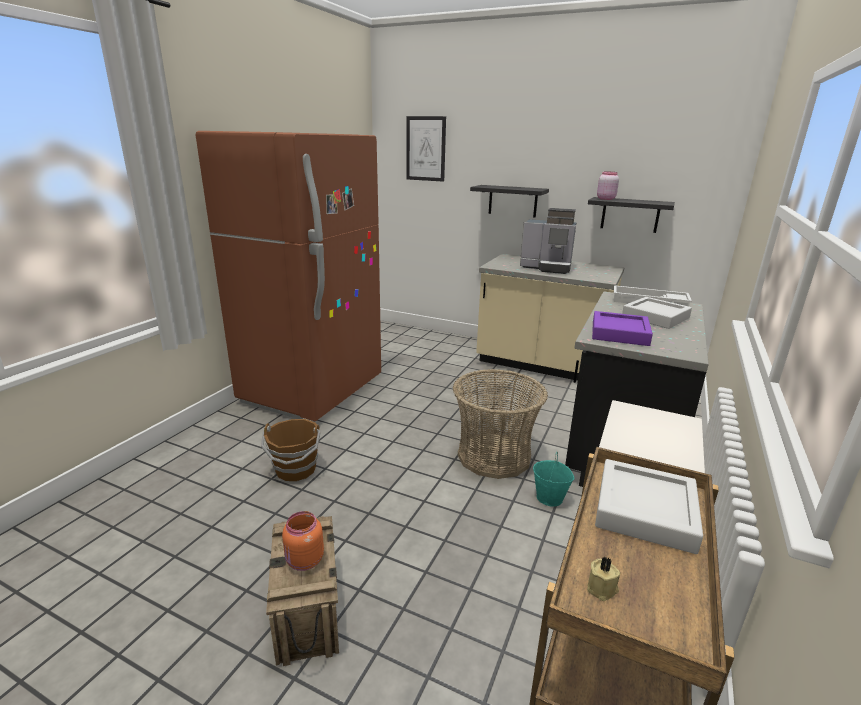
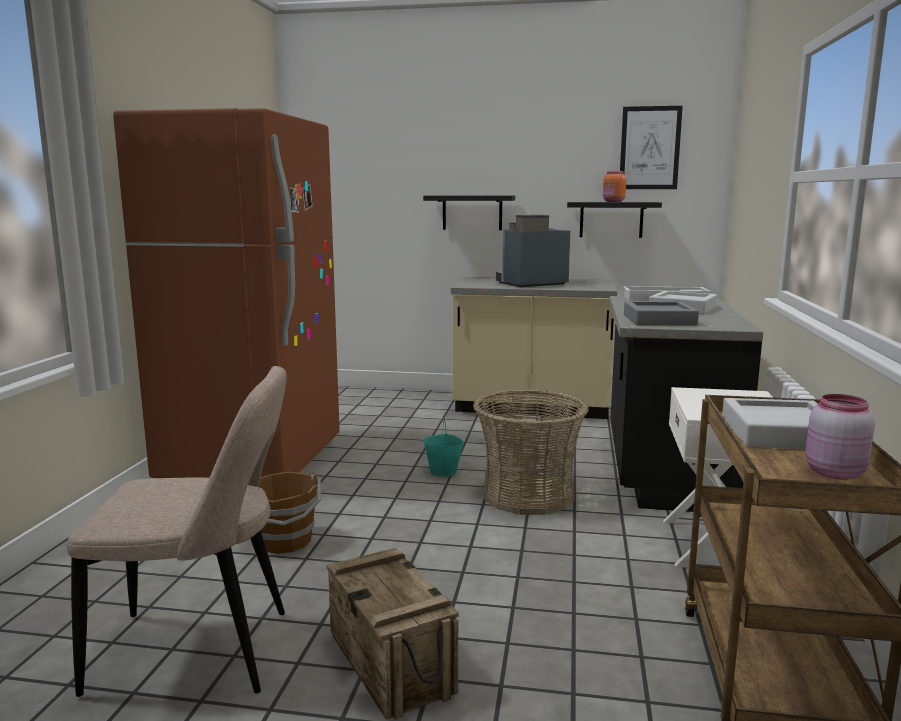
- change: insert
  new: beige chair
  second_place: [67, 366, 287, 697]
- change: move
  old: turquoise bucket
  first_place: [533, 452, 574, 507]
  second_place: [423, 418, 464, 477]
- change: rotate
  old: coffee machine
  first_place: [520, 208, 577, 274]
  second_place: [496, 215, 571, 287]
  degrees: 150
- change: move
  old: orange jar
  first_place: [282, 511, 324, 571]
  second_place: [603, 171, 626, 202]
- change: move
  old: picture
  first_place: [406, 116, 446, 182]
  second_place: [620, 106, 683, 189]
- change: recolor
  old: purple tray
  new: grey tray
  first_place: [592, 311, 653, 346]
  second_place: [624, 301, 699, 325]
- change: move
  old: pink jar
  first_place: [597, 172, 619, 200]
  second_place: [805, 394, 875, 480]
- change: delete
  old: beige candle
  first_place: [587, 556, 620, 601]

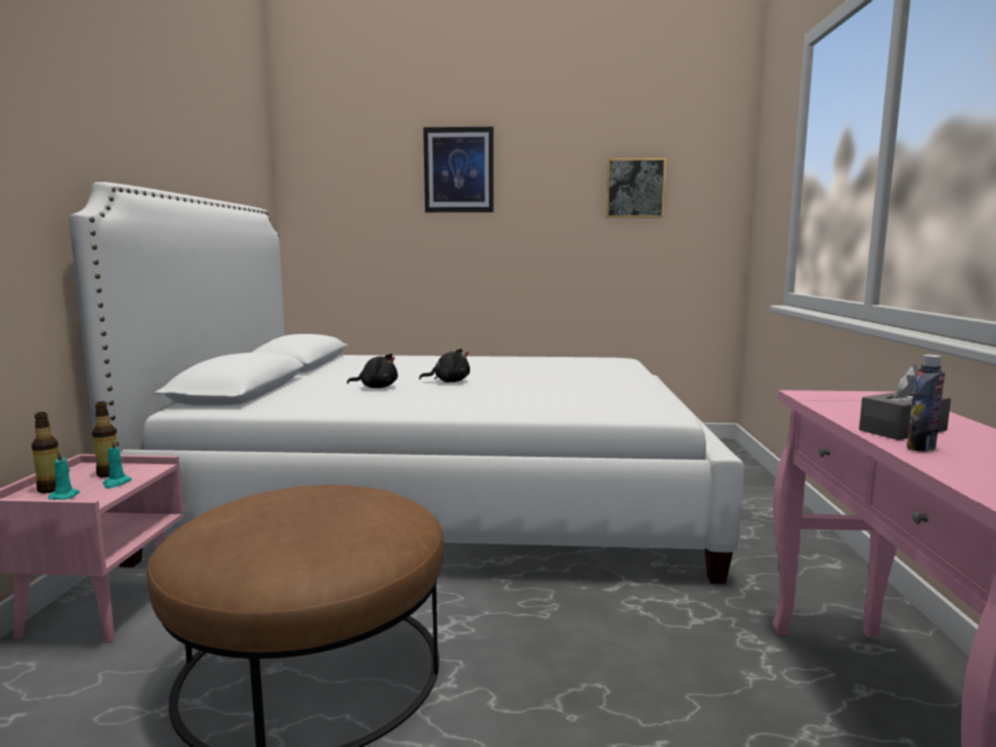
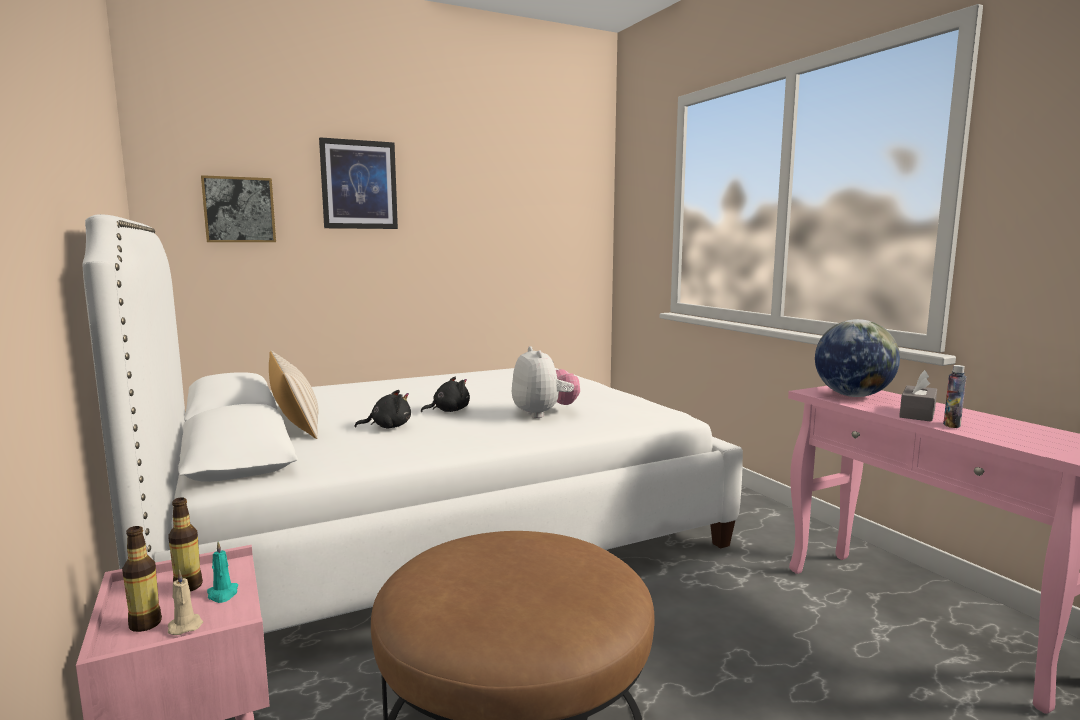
- change: recolor
  old: turquoise candle
  new: beige candle
  first_place: [48, 450, 80, 500]
  second_place: [168, 570, 203, 635]
- change: move
  old: picture
  first_place: [606, 158, 666, 218]
  second_place: [201, 175, 276, 242]
- change: insert
  new: beige pillow
  second_place: [269, 351, 318, 439]
- change: insert
  new: plush toy
  second_place: [512, 346, 580, 418]
- change: insert
  new: globe
  second_place: [815, 319, 900, 397]

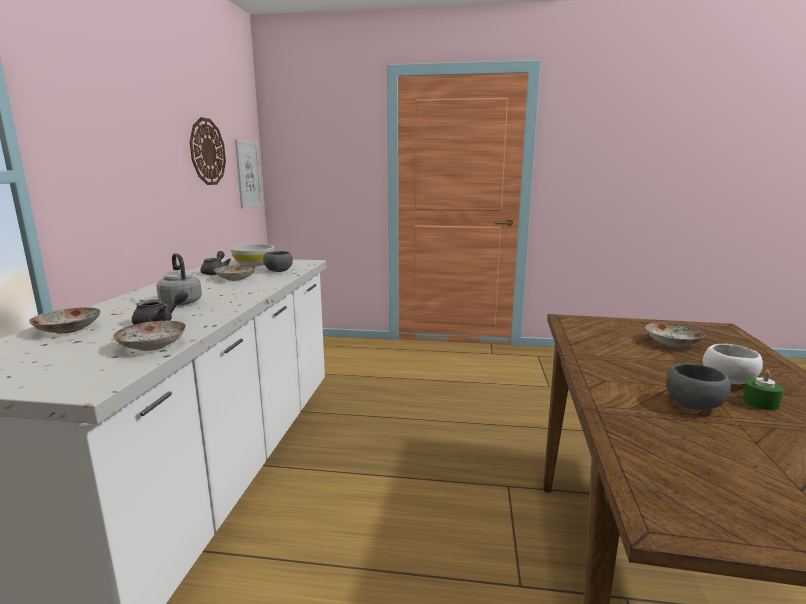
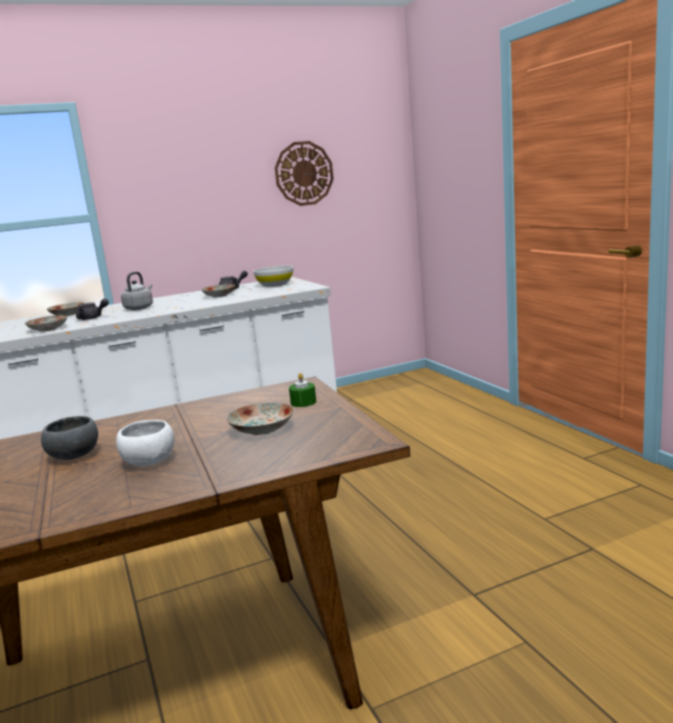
- change: move
  old: green candle
  first_place: [743, 370, 784, 410]
  second_place: [289, 373, 316, 407]
- change: delete
  old: picture
  first_place: [235, 139, 262, 209]
- change: delete
  old: grey bowl
  first_place: [263, 251, 293, 272]

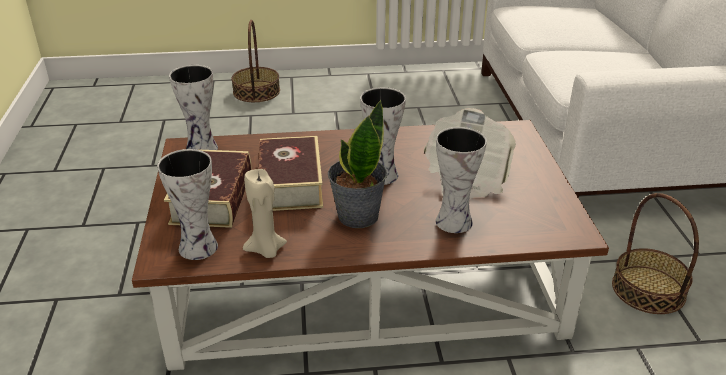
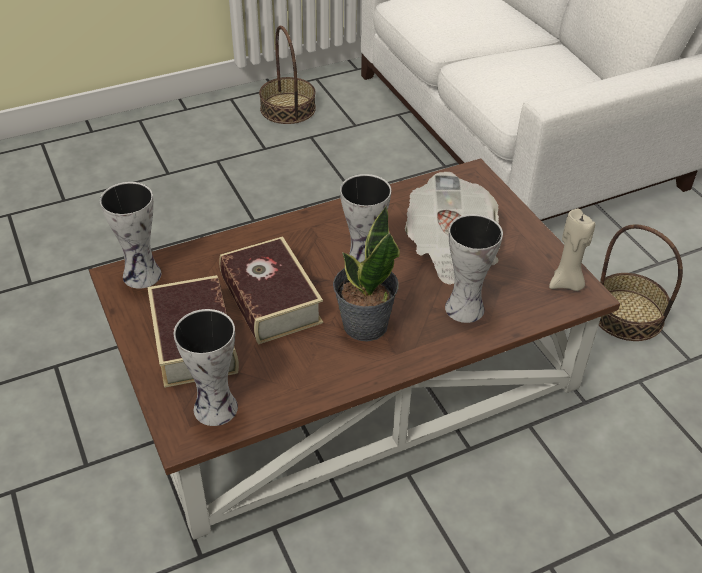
- change: move
  old: basket
  first_place: [231, 20, 280, 102]
  second_place: [259, 26, 316, 124]
- change: move
  old: beige candle
  first_place: [243, 169, 287, 258]
  second_place: [549, 209, 595, 291]

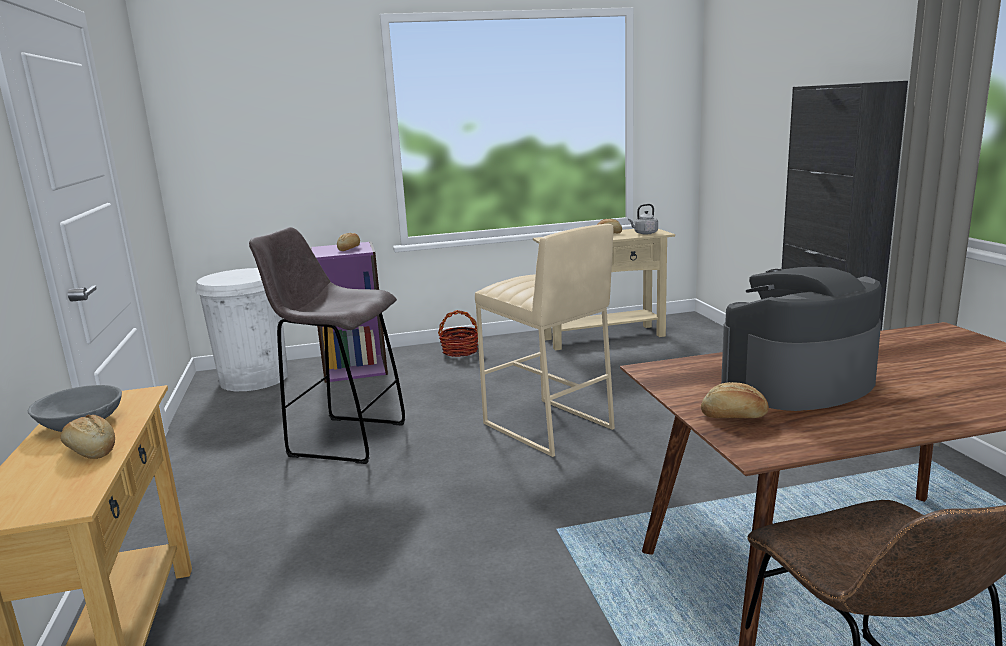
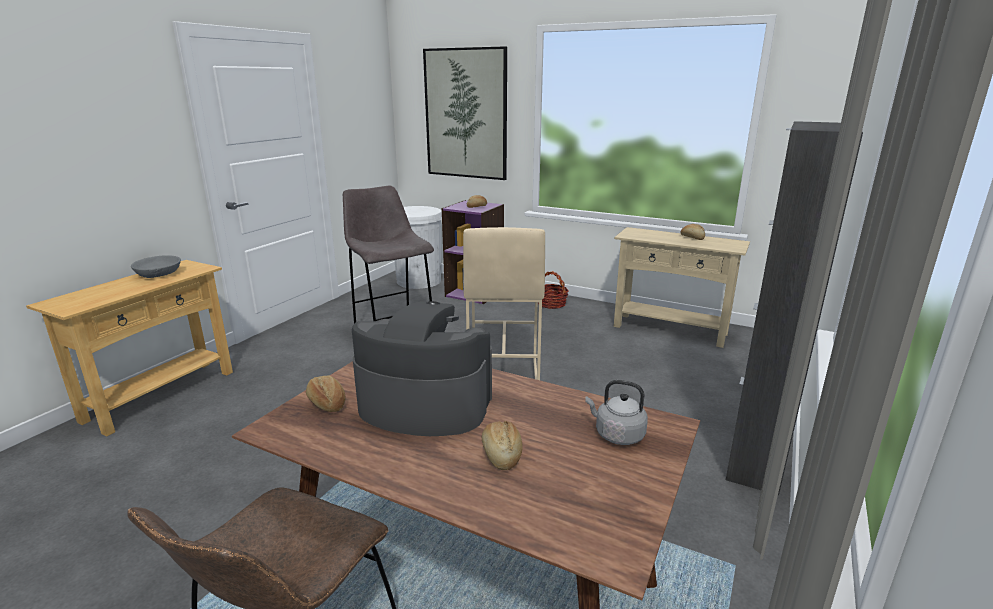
- change: insert
  new: picture
  second_place: [423, 46, 507, 180]
- change: move
  old: bread
  first_place: [60, 415, 115, 459]
  second_place: [482, 421, 523, 470]
- change: move
  old: grey kettle
  first_place: [628, 204, 658, 235]
  second_place: [585, 380, 648, 445]

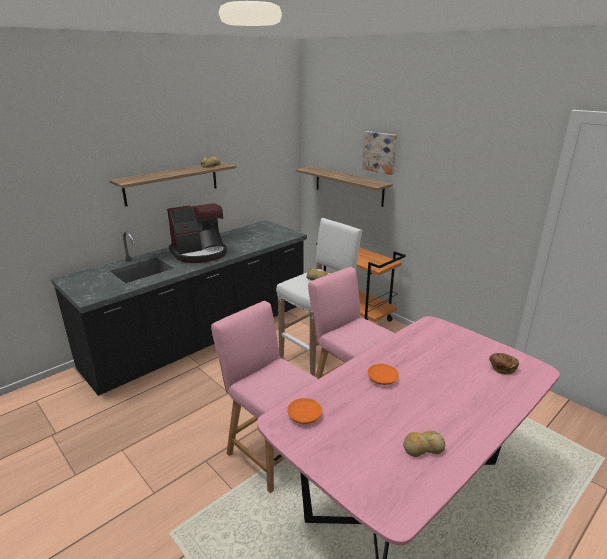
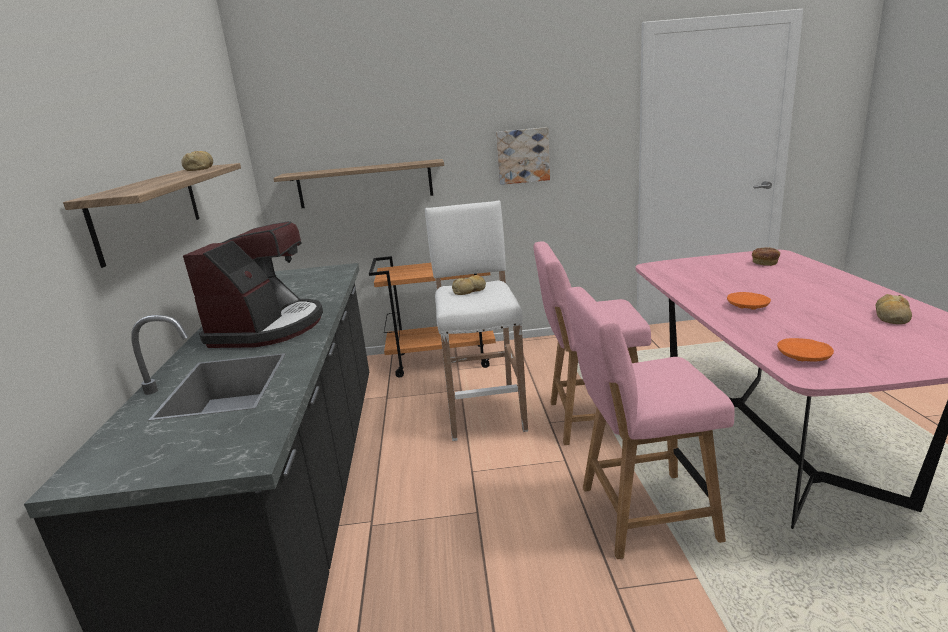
- change: move
  old: picture
  first_place: [362, 131, 397, 175]
  second_place: [496, 127, 550, 185]

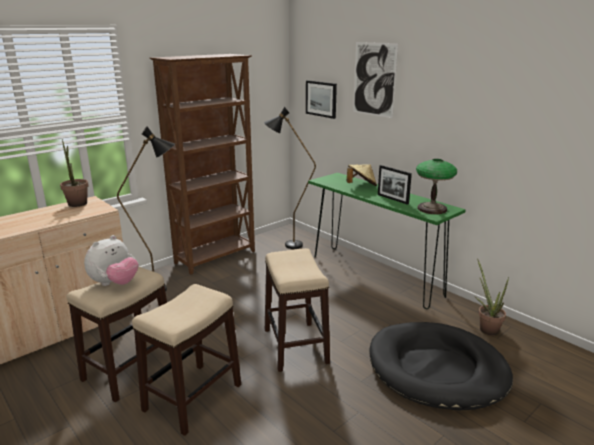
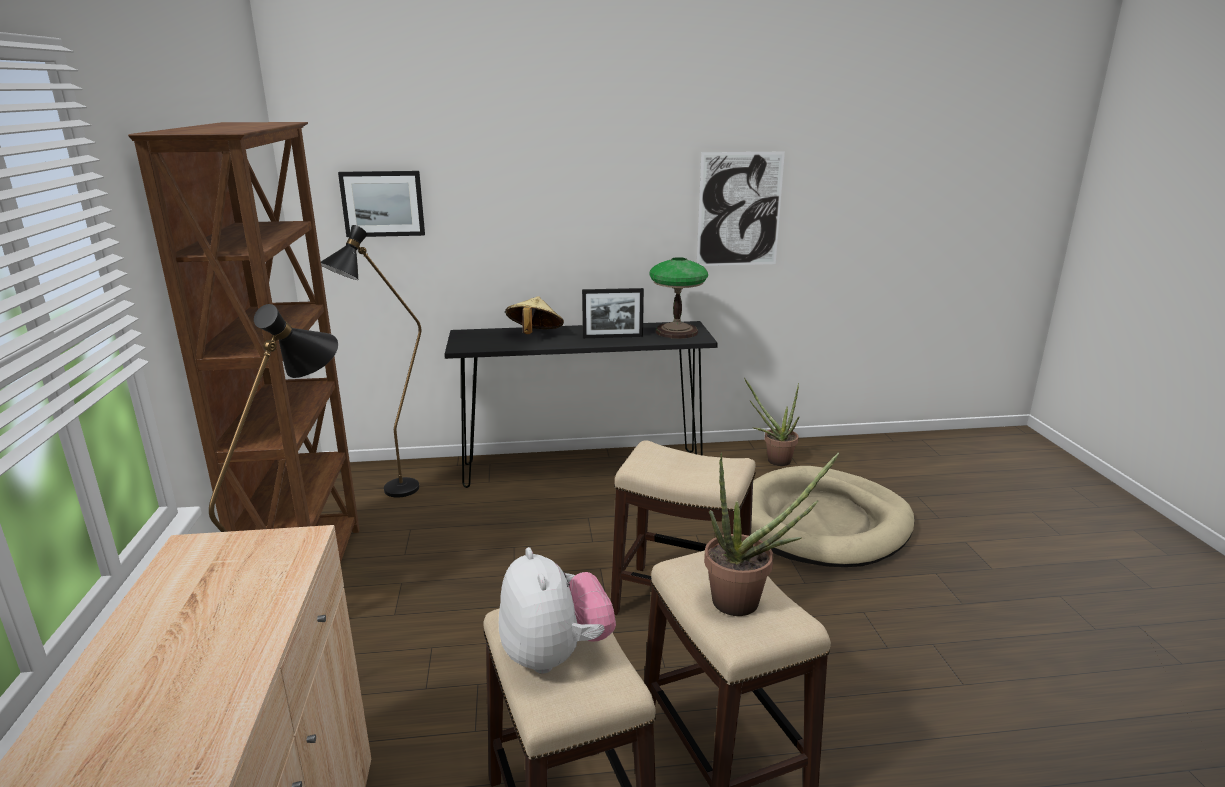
- change: recolor
  old: green console table
  new: black console table
  first_place: [308, 173, 466, 309]
  second_place: [445, 321, 718, 488]
- change: move
  old: picture
  first_place: [353, 42, 398, 118]
  second_place: [697, 151, 785, 266]
- change: move
  old: potted plant
  first_place: [60, 139, 89, 207]
  second_place: [704, 453, 839, 616]
- change: recolor
  old: black dog bed
  new: beige dog bed
  first_place: [369, 322, 513, 411]
  second_place: [751, 466, 915, 567]

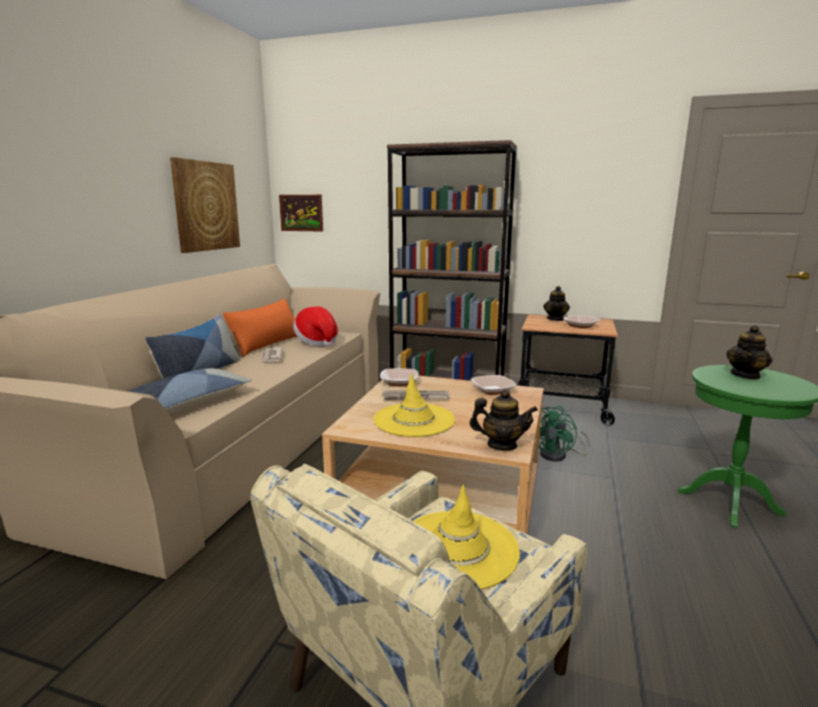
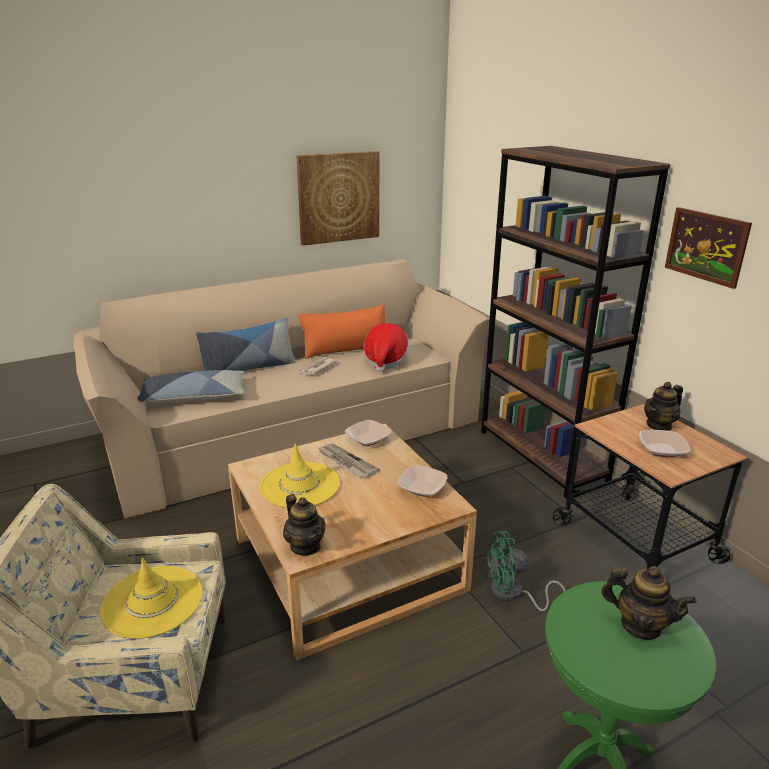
- change: rotate
  old: teapot
  first_place: [726, 325, 772, 380]
  second_place: [601, 566, 696, 640]
  degrees: -150
- change: move
  old: picture
  first_place: [279, 195, 323, 231]
  second_place: [665, 207, 752, 289]

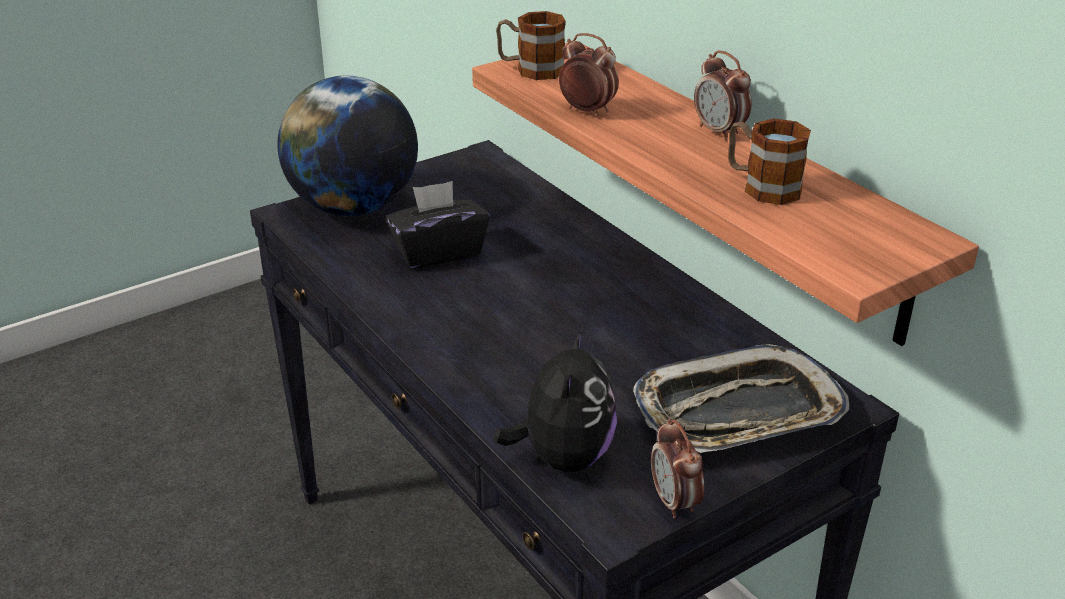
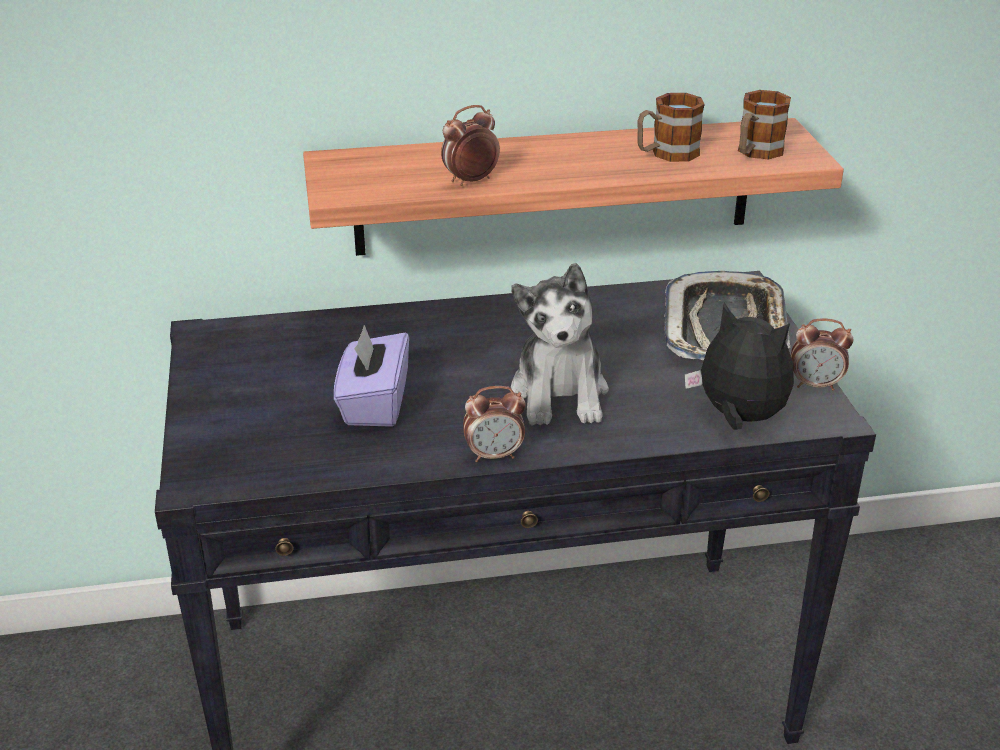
- change: recolor
  old: black tissue box
  new: purple tissue box
  first_place: [386, 181, 490, 269]
  second_place: [334, 325, 409, 427]
- change: move
  old: alarm clock
  first_place: [694, 51, 752, 140]
  second_place: [463, 386, 526, 462]
- change: insert
  new: plush toy
  second_place: [510, 263, 609, 426]
- change: move
  old: mug
  first_place: [496, 11, 566, 80]
  second_place: [738, 90, 791, 159]
- change: delete
  old: globe
  first_place: [277, 76, 418, 216]

